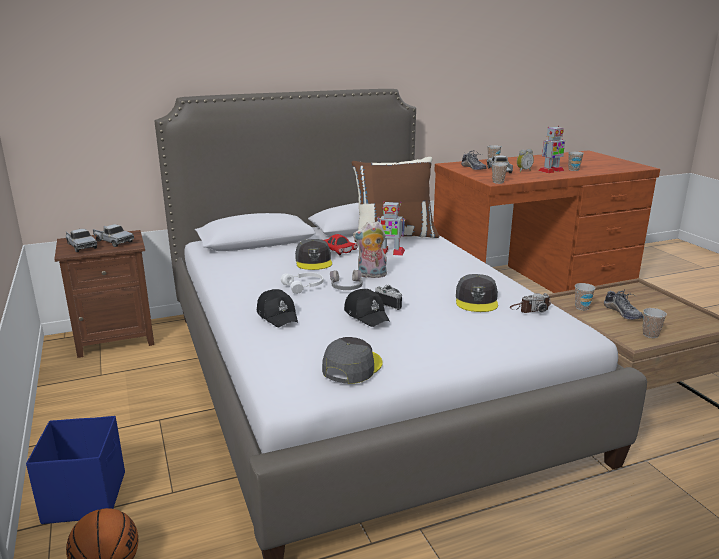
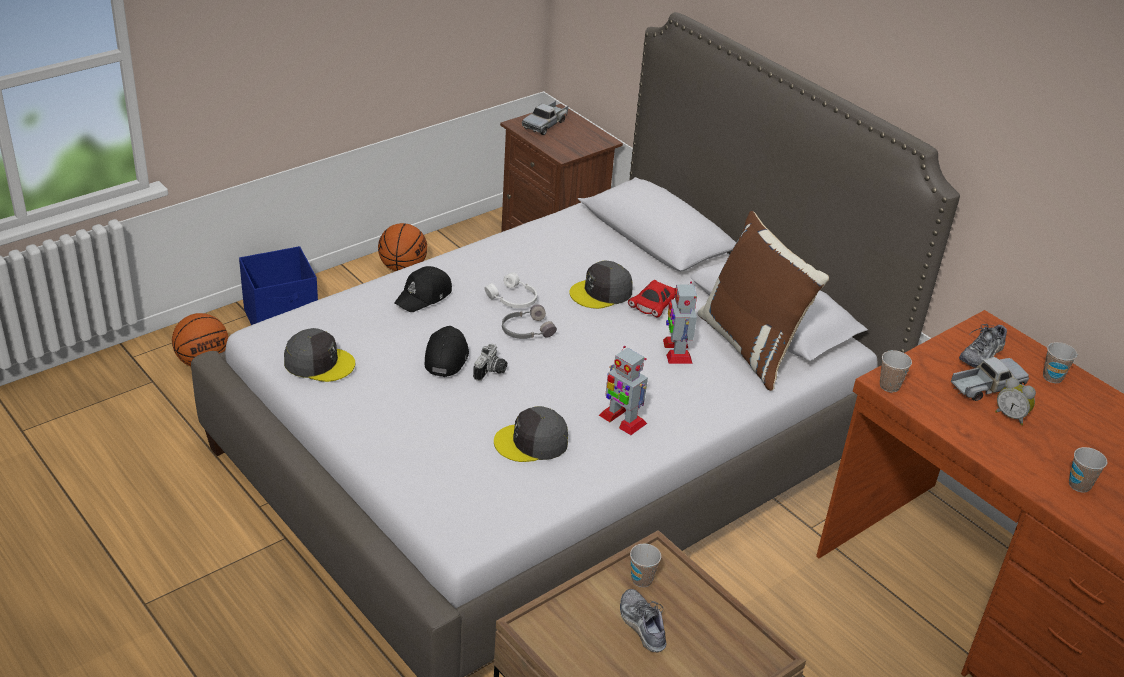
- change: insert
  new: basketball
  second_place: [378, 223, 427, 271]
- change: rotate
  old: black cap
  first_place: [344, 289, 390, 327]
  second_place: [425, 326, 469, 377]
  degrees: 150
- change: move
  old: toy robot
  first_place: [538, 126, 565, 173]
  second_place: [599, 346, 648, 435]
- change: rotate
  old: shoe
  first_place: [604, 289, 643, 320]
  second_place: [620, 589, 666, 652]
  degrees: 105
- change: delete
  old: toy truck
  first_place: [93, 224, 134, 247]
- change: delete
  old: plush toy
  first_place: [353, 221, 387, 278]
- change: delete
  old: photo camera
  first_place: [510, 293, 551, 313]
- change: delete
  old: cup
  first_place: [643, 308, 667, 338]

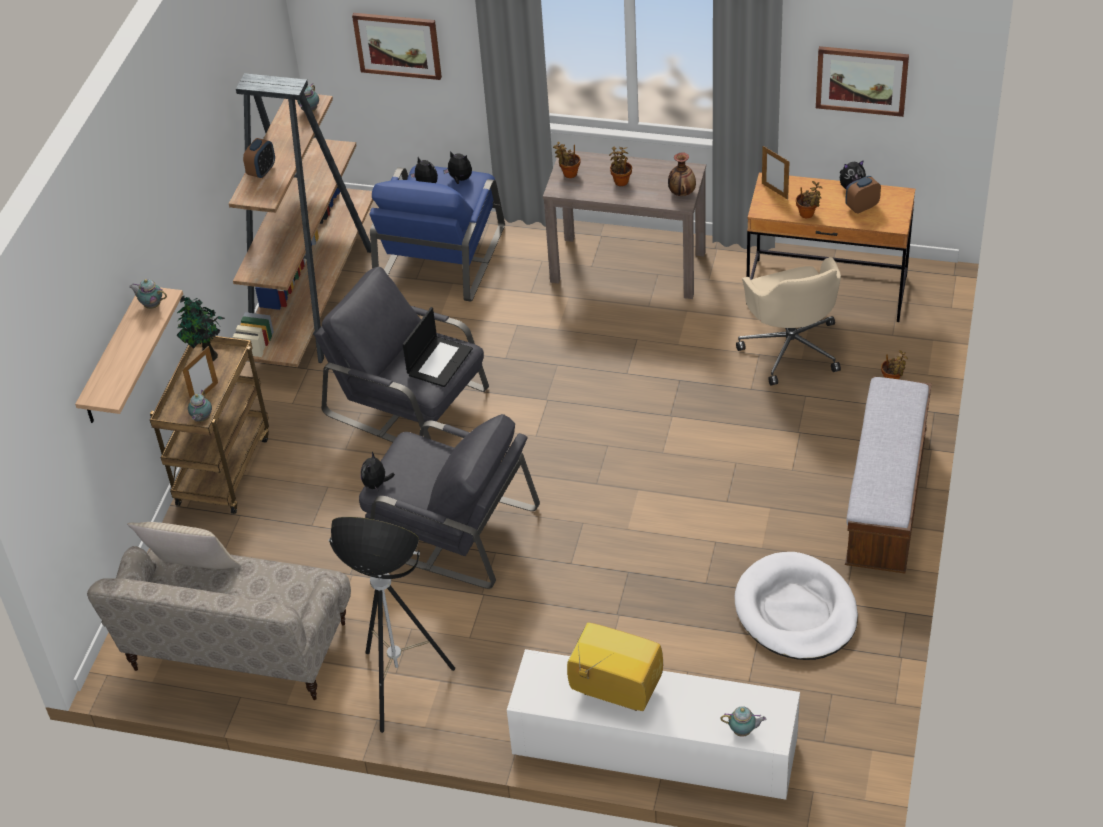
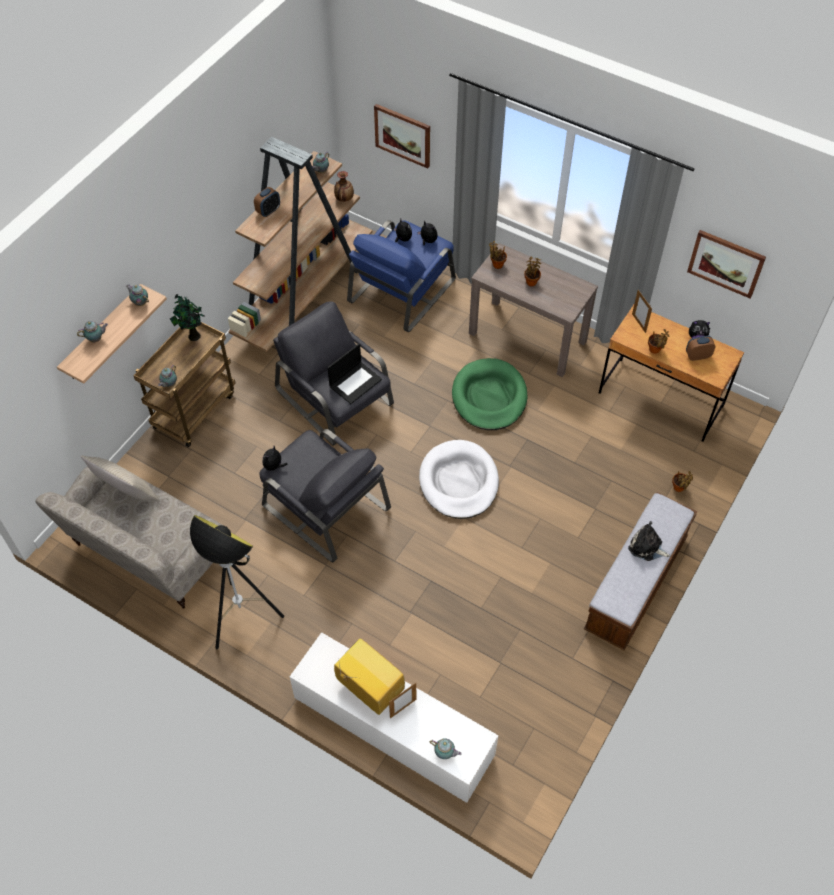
- change: insert
  new: teapot
  second_place: [77, 321, 108, 342]
- change: move
  old: vase
  first_place: [668, 152, 696, 196]
  second_place: [334, 171, 354, 202]
- change: move
  old: picture frame
  first_place: [182, 346, 218, 399]
  second_place: [389, 683, 416, 718]
- change: move
  old: white dog bed
  first_place: [735, 552, 858, 660]
  second_place: [419, 440, 499, 519]
- change: insert
  new: green dog bed
  second_place: [452, 358, 527, 430]
- change: insert
  new: plush toy
  second_place: [628, 521, 670, 561]
- change: delete
  old: beige office chair
  first_place: [736, 257, 841, 385]

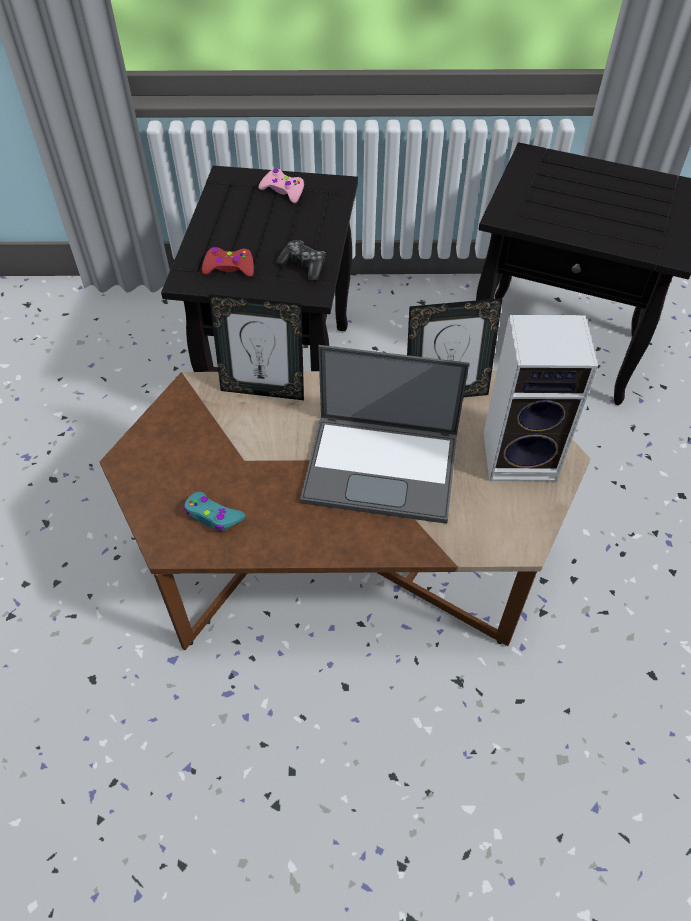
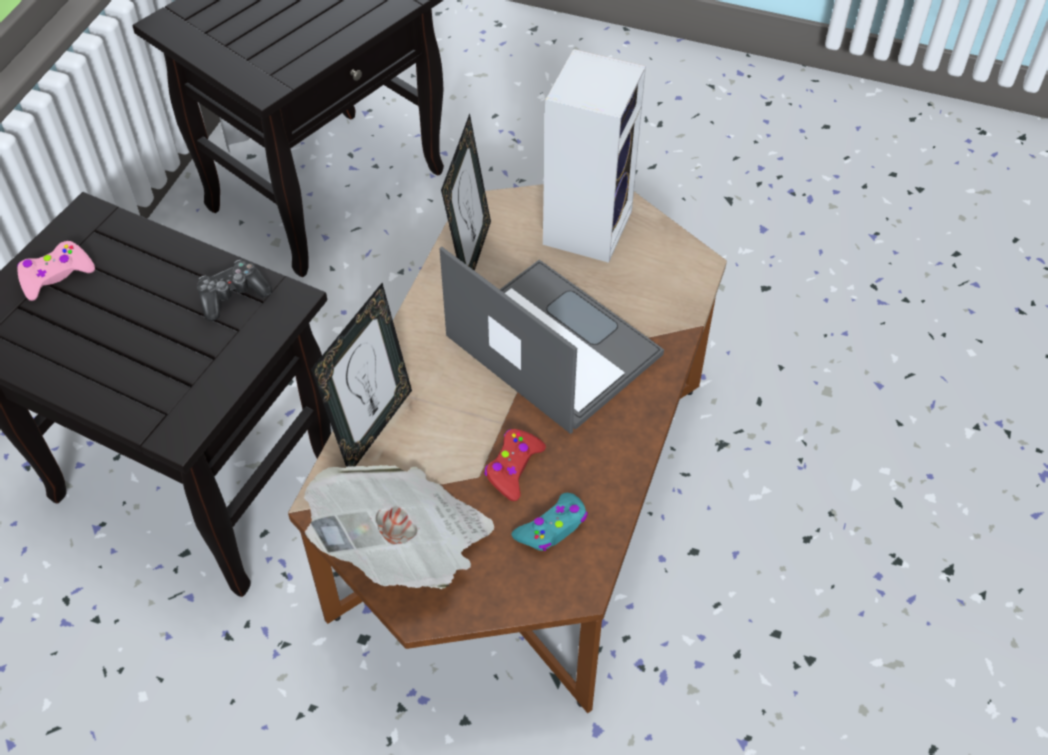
- change: insert
  new: newspaper
  second_place: [304, 465, 495, 589]
- change: rotate
  old: laptop
  first_place: [300, 345, 469, 524]
  second_place: [440, 246, 664, 434]
  degrees: -75
- change: move
  old: red game controller
  first_place: [202, 247, 254, 277]
  second_place: [484, 429, 546, 501]

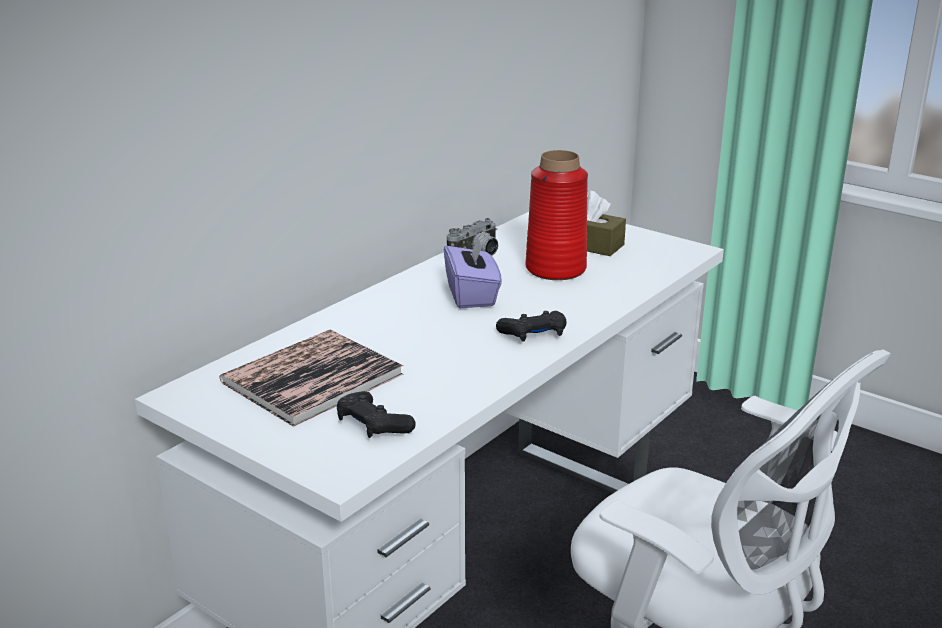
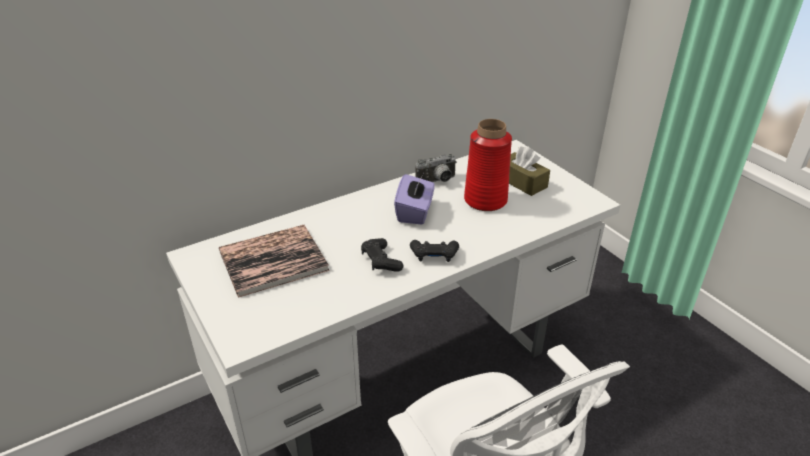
- change: move
  old: black game controller
  first_place: [337, 391, 416, 438]
  second_place: [361, 238, 403, 272]

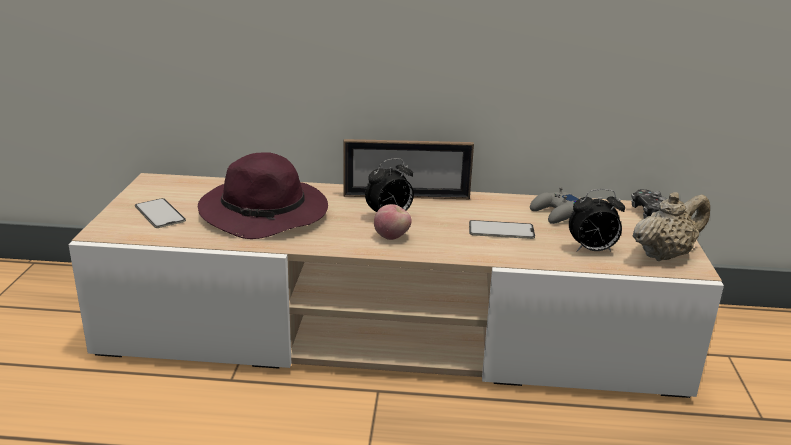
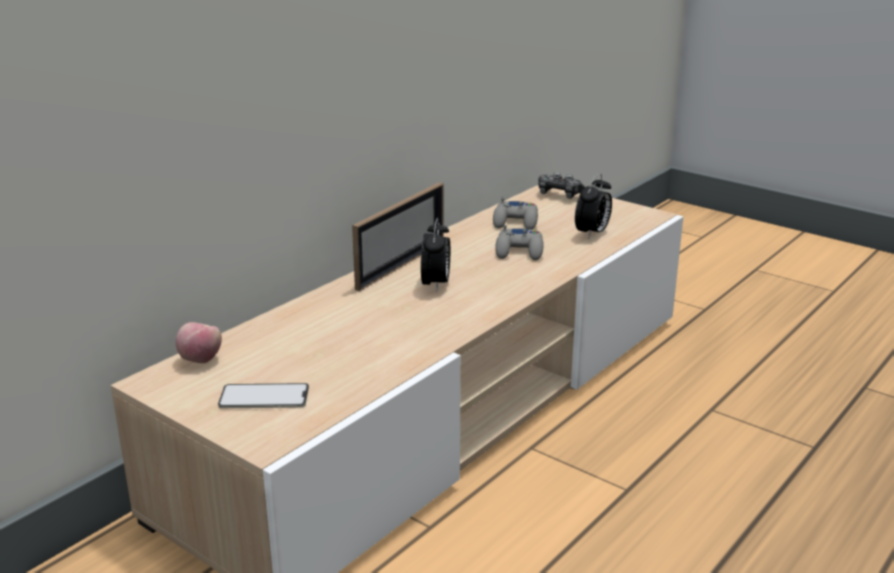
- change: move
  old: apple
  first_place: [374, 204, 412, 240]
  second_place: [176, 322, 222, 363]
- change: replace
  old: phone
  new: grey game controller
  first_place: [469, 220, 535, 239]
  second_place: [495, 225, 544, 260]
- change: delete
  old: purple hat
  first_place: [198, 152, 328, 239]
- change: delete
  old: beige teapot
  first_place: [633, 192, 710, 261]

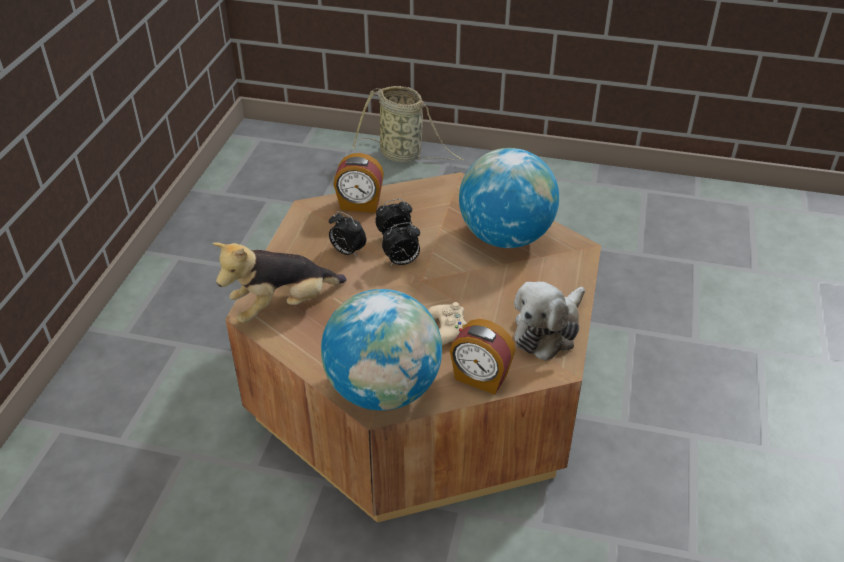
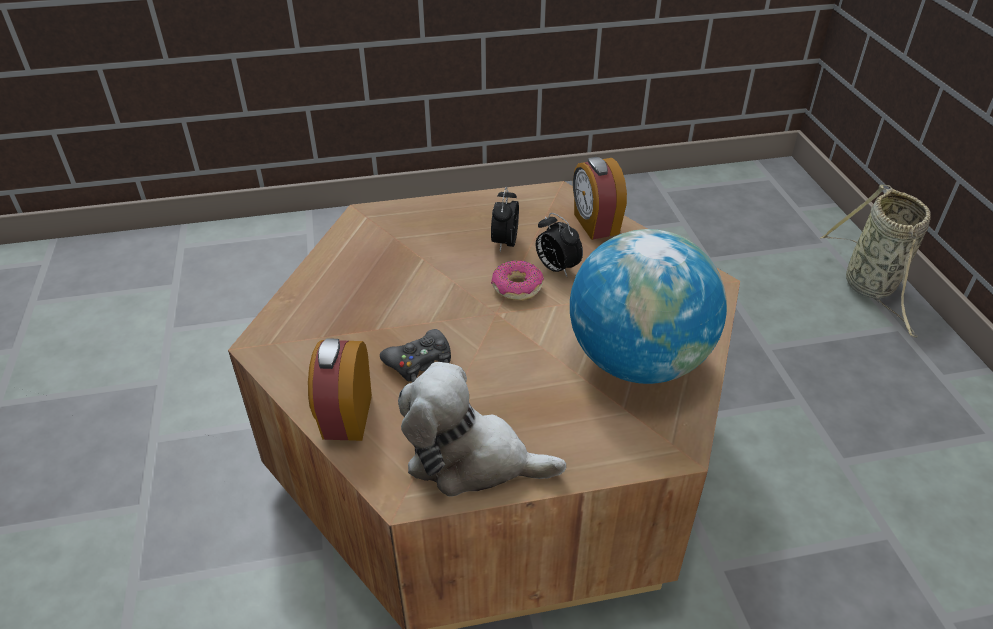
- change: recolor
  old: beige game controller
  new: black game controller
  first_place: [428, 302, 467, 345]
  second_place: [380, 329, 451, 382]
- change: replace
  old: alarm clock
  new: donut
  first_place: [382, 222, 420, 265]
  second_place: [491, 260, 544, 300]
- change: delete
  old: plush toy
  first_place: [213, 242, 347, 323]
- change: delete
  old: globe
  first_place: [321, 289, 442, 411]

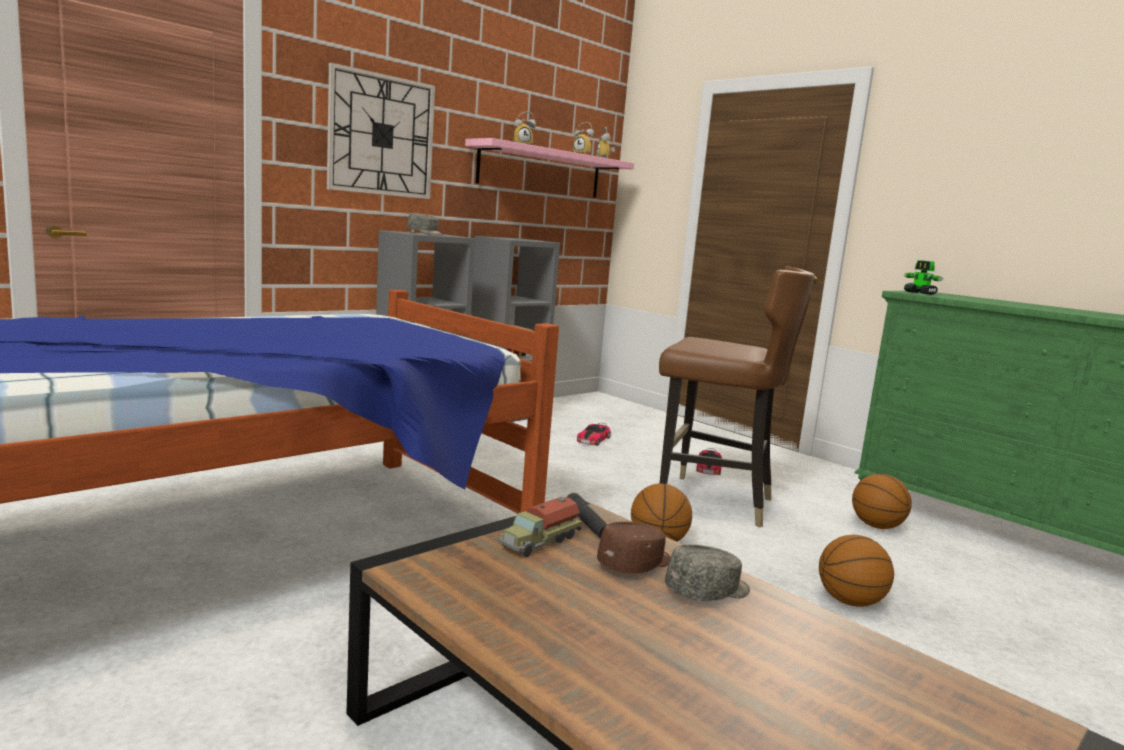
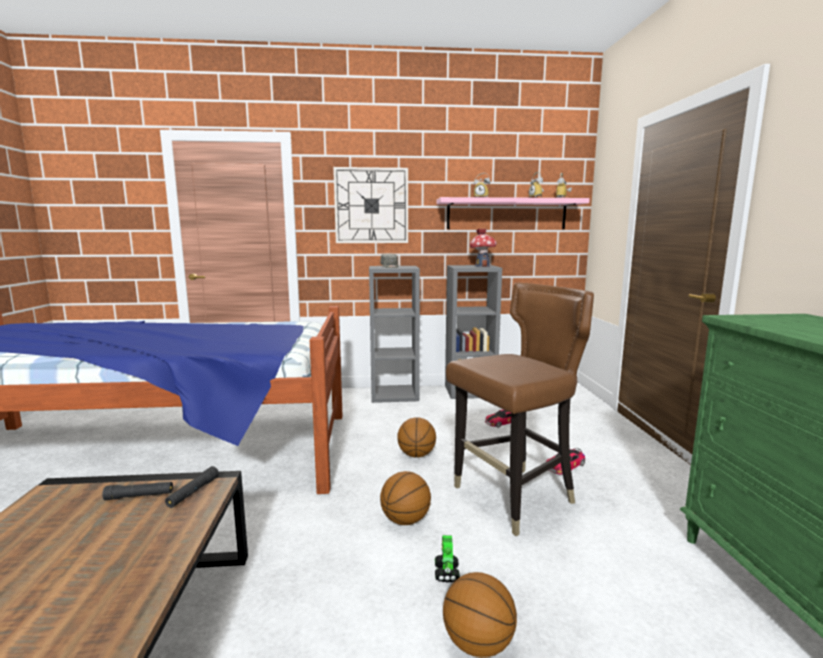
- change: replace
  old: toy truck
  new: black flashlight
  first_place: [499, 497, 582, 557]
  second_place: [102, 482, 173, 500]
- change: move
  old: basketball
  first_place: [852, 474, 912, 529]
  second_place: [397, 417, 436, 458]
- change: move
  old: toy robot
  first_place: [904, 260, 943, 295]
  second_place: [435, 535, 460, 583]
- change: rotate
  old: brown chair
  first_place: [659, 267, 815, 527]
  second_place: [446, 283, 594, 536]
  degrees: -90
- change: insert
  new: toy house
  second_place: [470, 229, 497, 267]
- change: delete
  old: brown cap
  first_place: [597, 522, 671, 574]
- change: delete
  old: grey cap
  first_place: [665, 544, 750, 601]

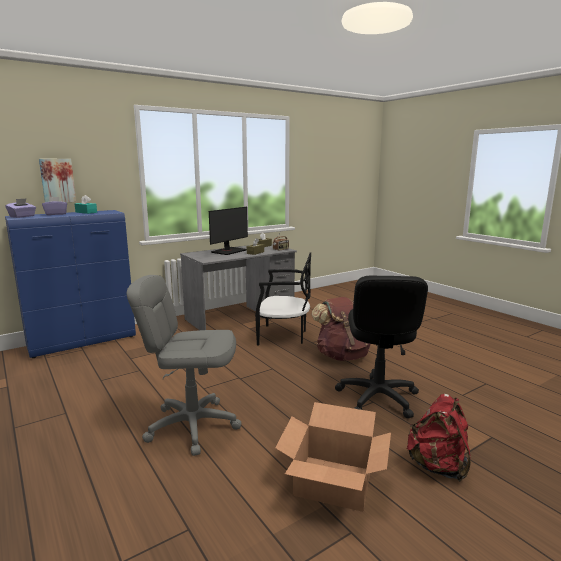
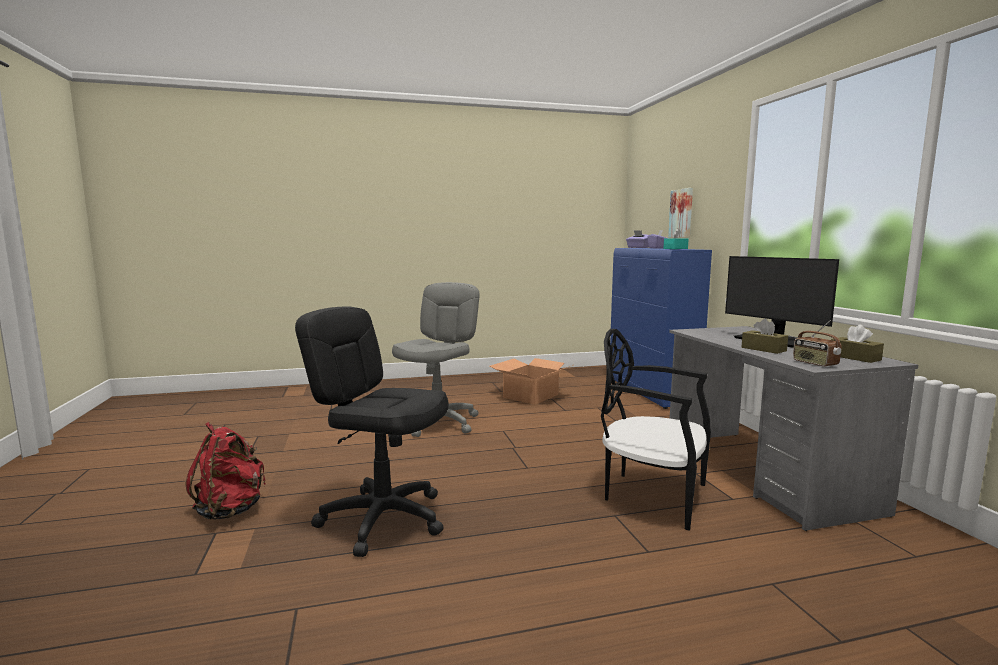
- change: move
  old: cardboard box
  first_place: [275, 402, 391, 512]
  second_place: [489, 358, 573, 405]
- change: rotate
  old: black chair
  first_place: [255, 252, 311, 345]
  second_place: [601, 329, 711, 531]
  degrees: 90
- change: delete
  old: brown backpack
  first_place: [312, 297, 371, 361]

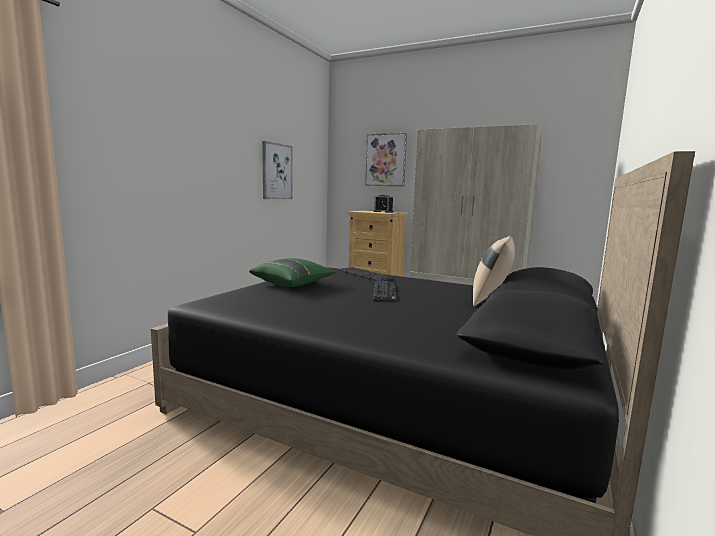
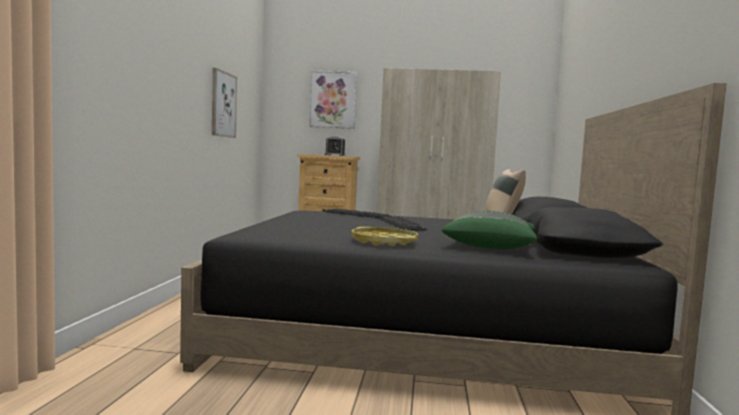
- change: insert
  new: yellow tray
  second_place: [351, 227, 418, 246]
- change: move
  old: green pillow
  first_place: [249, 258, 336, 287]
  second_place: [442, 211, 538, 250]

